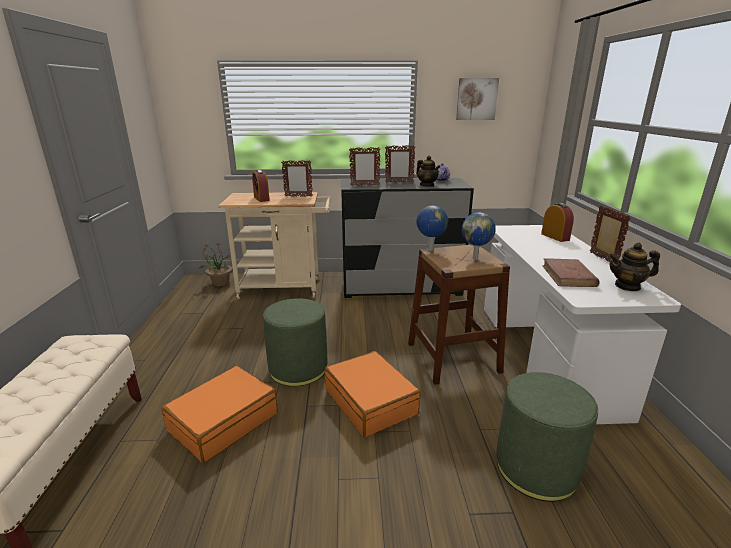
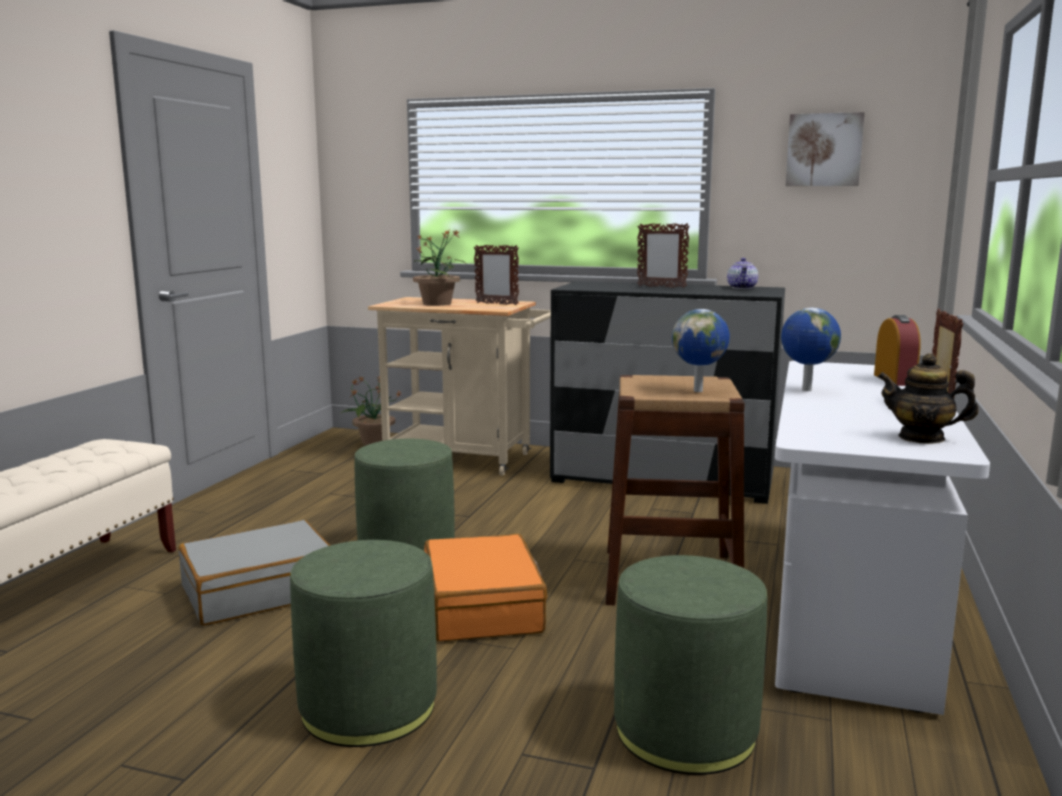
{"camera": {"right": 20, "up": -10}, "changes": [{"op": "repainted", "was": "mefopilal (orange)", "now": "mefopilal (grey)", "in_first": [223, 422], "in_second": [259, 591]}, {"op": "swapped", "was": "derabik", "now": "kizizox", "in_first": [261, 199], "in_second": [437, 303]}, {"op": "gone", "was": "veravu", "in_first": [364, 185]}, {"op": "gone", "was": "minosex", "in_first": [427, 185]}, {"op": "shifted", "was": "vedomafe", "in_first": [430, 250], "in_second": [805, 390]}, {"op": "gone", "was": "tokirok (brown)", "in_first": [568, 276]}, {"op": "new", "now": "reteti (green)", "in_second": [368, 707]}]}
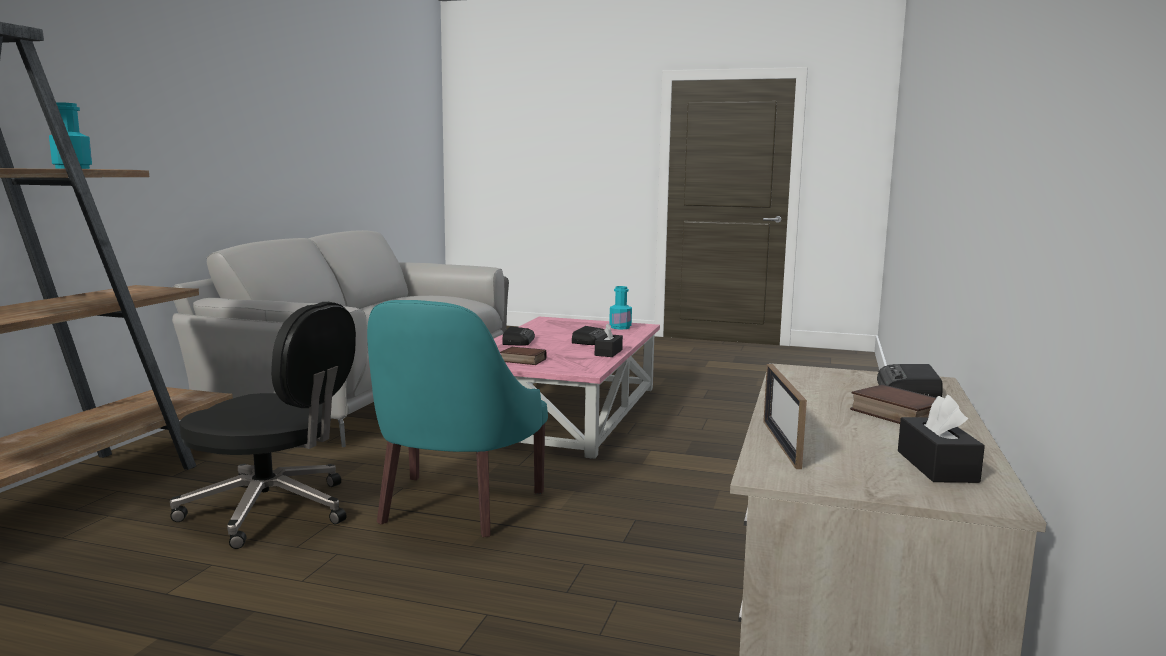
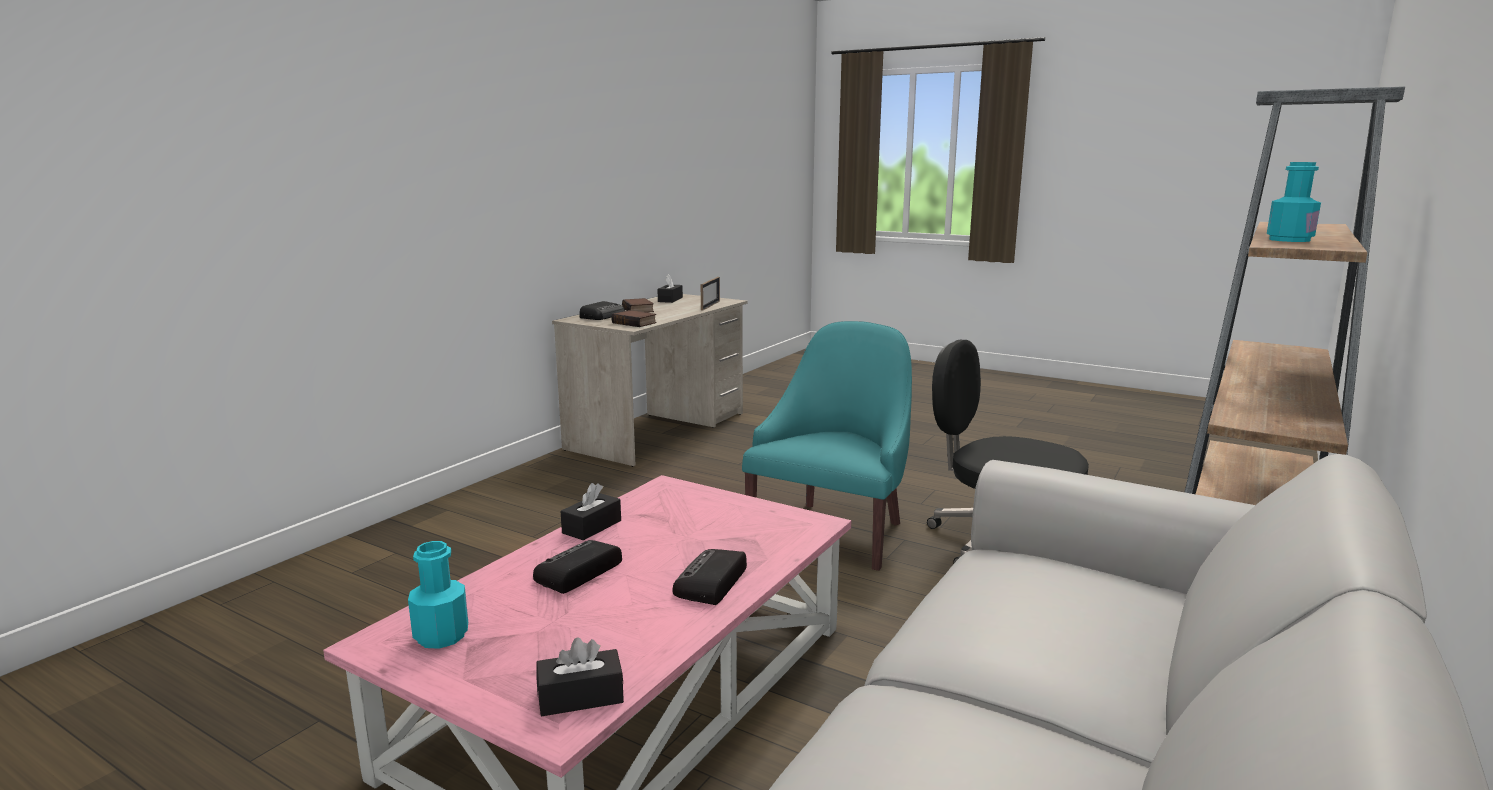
{"camera": {"right": -165, "up": 5}, "changes": [{"op": "shifted", "was": "tokirok", "in_first": [522, 360], "in_second": [635, 323]}, {"op": "new", "now": "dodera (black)", "in_second": [580, 697]}]}
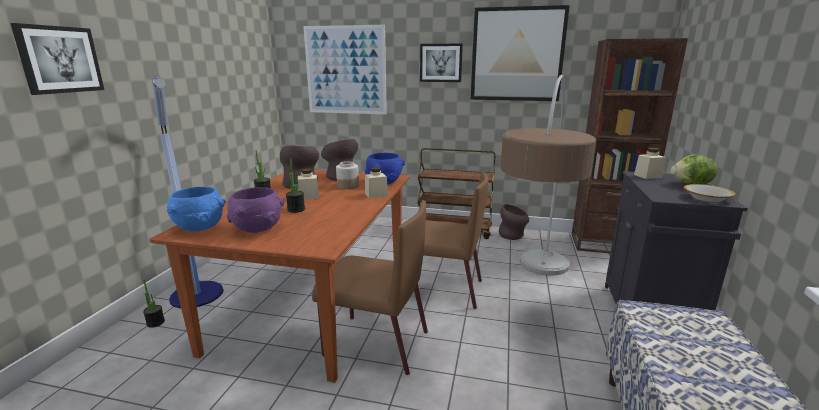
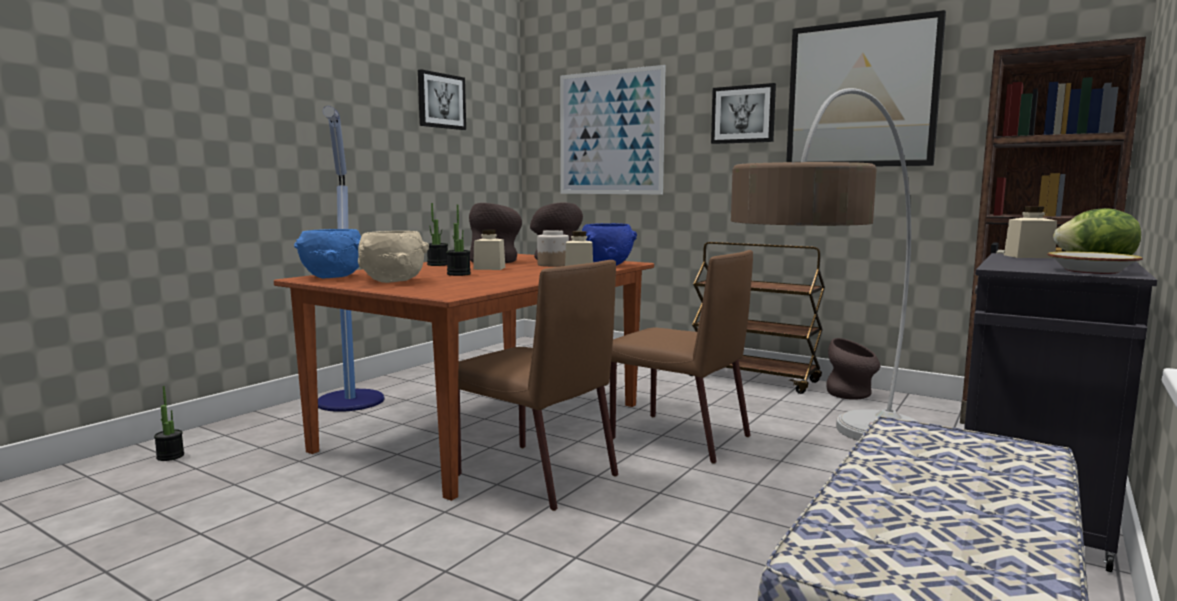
{"camera": {"right": 20, "up": -10}, "changes": [{"op": "shifted", "was": "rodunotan", "in_first": [59, 59], "in_second": [441, 101]}, {"op": "shifted", "was": "kizizox", "in_first": [155, 323], "in_second": [170, 456]}, {"op": "repainted", "was": "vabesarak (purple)", "now": "vabesarak (beige)", "in_first": [258, 229], "in_second": [393, 281]}]}
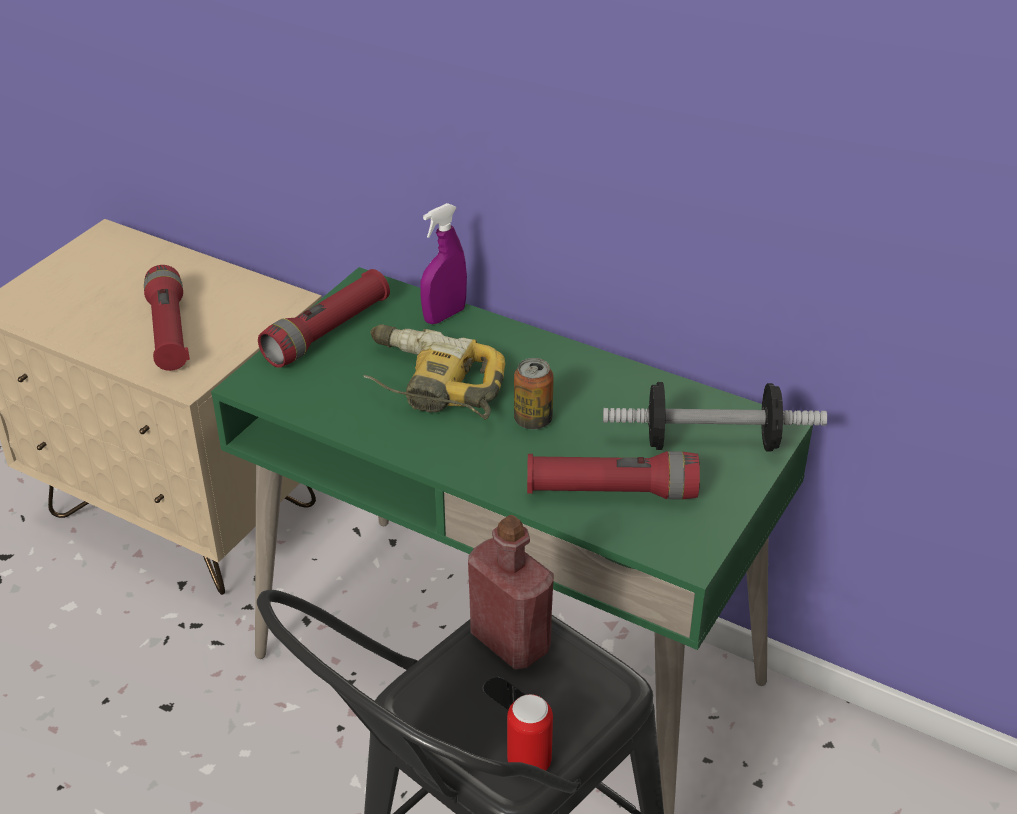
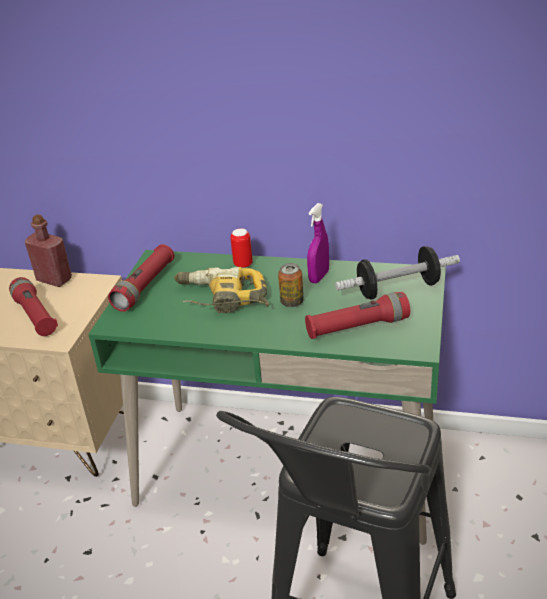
{"camera": {"right": -15, "up": -5}, "changes": [{"op": "shifted", "was": "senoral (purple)", "in_first": [444, 315], "in_second": [319, 277]}, {"op": "shifted", "was": "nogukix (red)", "in_first": [510, 641], "in_second": [54, 280]}, {"op": "shifted", "was": "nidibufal", "in_first": [529, 763], "in_second": [243, 264]}]}
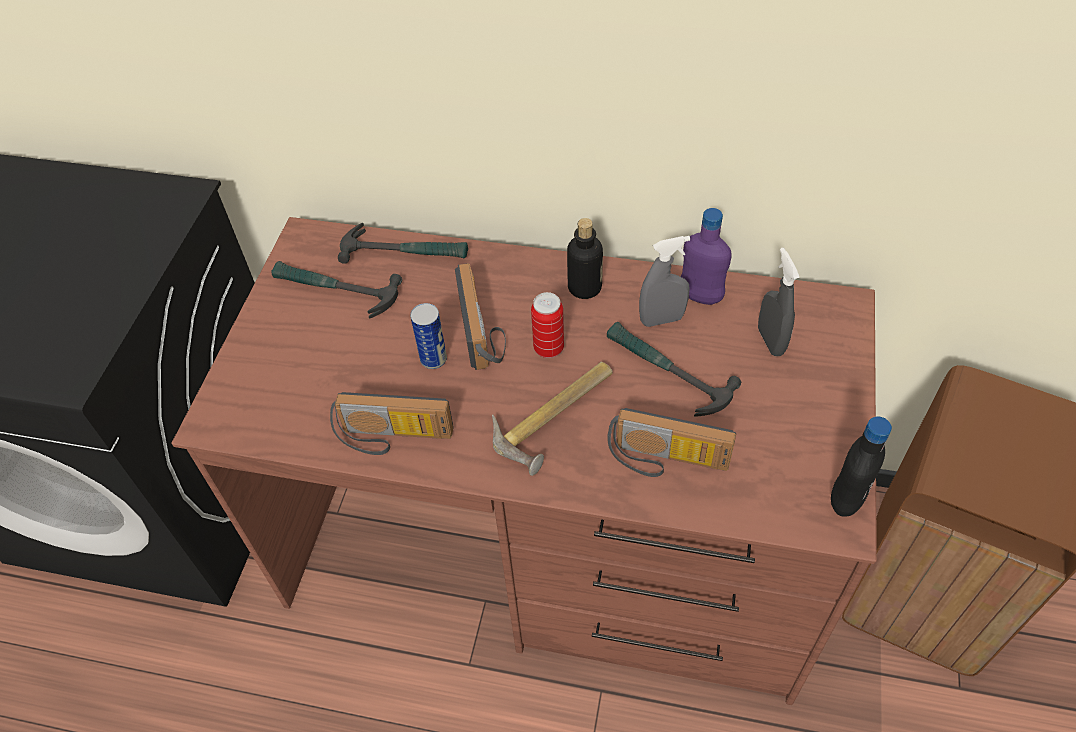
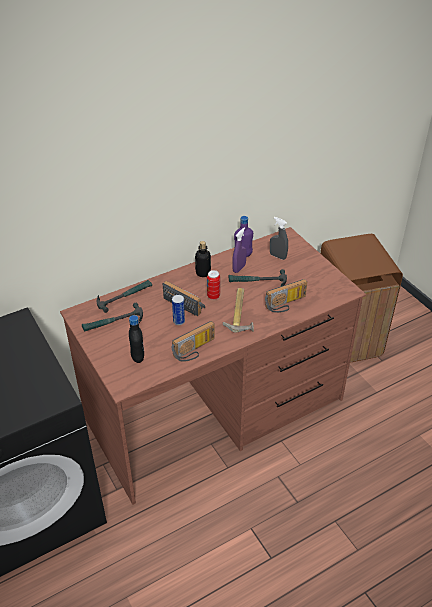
{"camera": {"right": -45, "up": -10}, "changes": [{"op": "repainted", "was": "senoral (grey)", "now": "senoral (purple)", "in_first": [662, 319], "in_second": [239, 268]}, {"op": "shifted", "was": "nogukix (black)", "in_first": [846, 499], "in_second": [137, 357]}]}
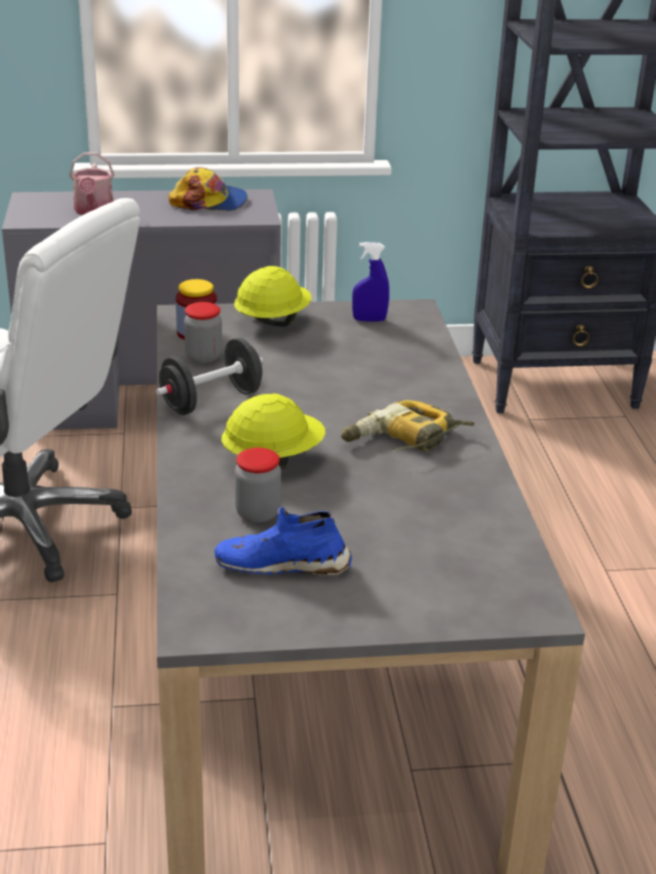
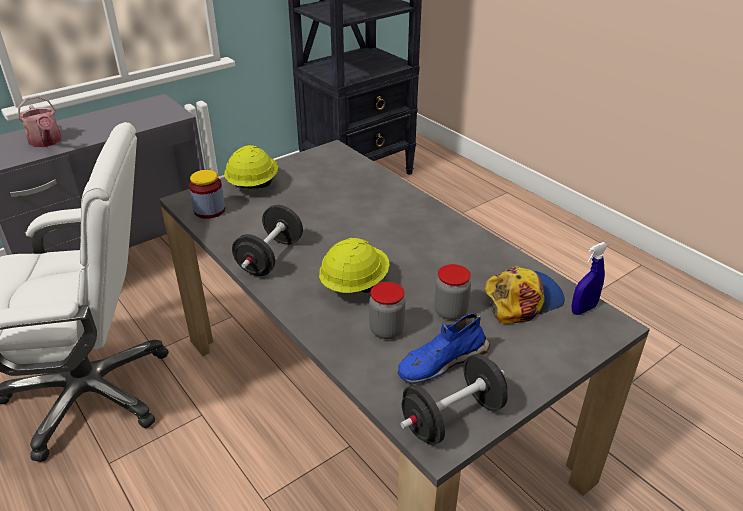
{"camera": {"right": -30, "up": 5}, "changes": [{"op": "shifted", "was": "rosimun", "in_first": [209, 201], "in_second": [522, 299]}, {"op": "shifted", "was": "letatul", "in_first": [203, 357], "in_second": [450, 311]}, {"op": "gone", "was": "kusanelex", "in_first": [404, 441]}, {"op": "shifted", "was": "senoral (blue)", "in_first": [369, 320], "in_second": [583, 309]}, {"op": "new", "now": "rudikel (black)", "in_second": [452, 418]}]}
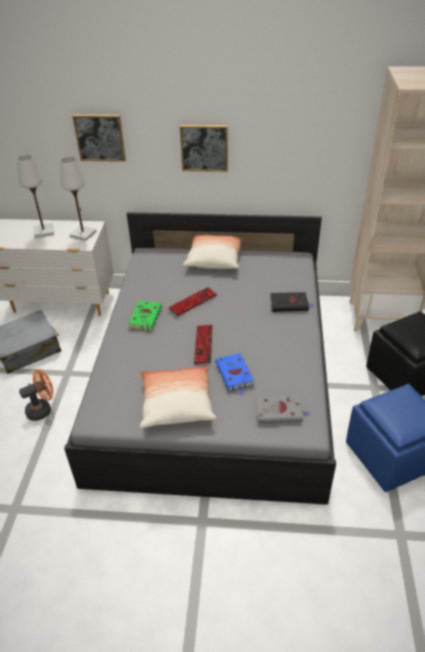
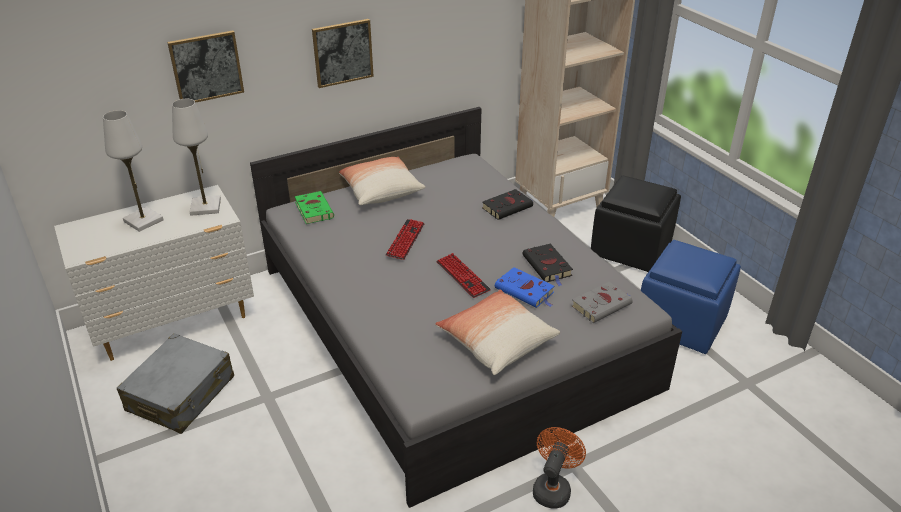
{"camera": {"right": -35, "up": -5}, "changes": [{"op": "shifted", "was": "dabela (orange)", "in_first": [42, 409], "in_second": [553, 488]}, {"op": "shifted", "was": "tokirok (green)", "in_first": [145, 317], "in_second": [313, 209]}, {"op": "new", "now": "tokirok (black)", "in_second": [548, 267]}]}
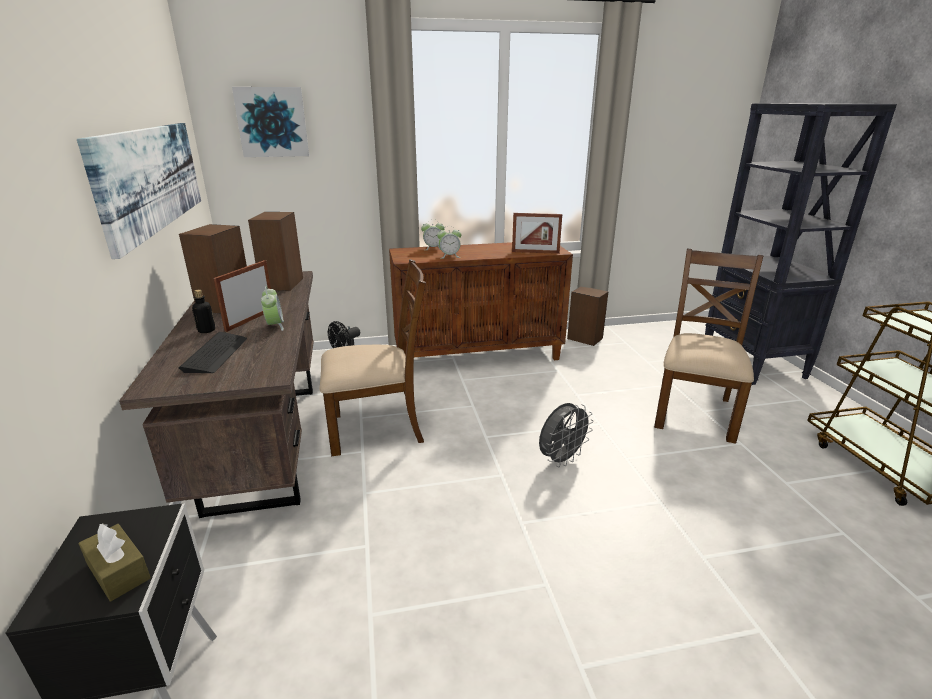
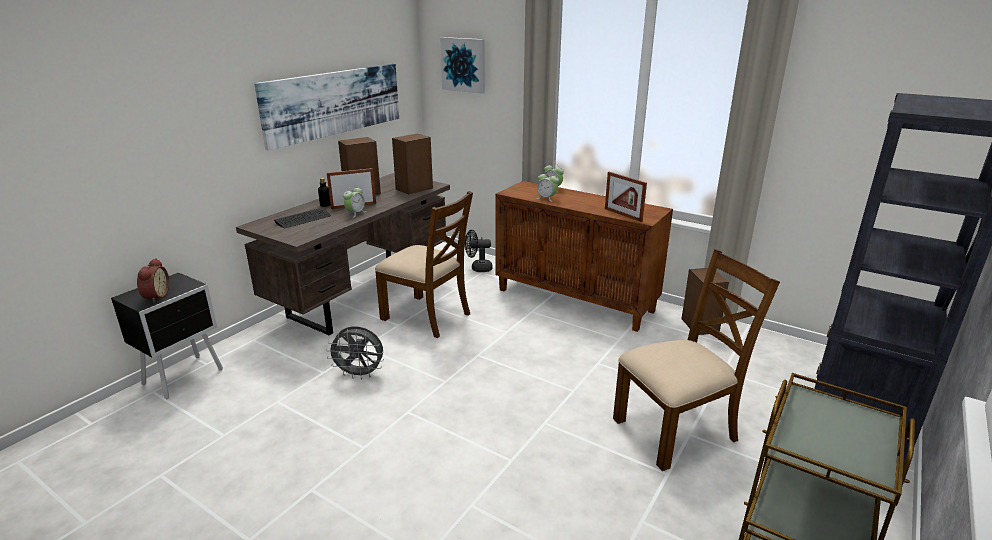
{"camera": {"right": 45, "up": 0}, "changes": [{"op": "swapped", "was": "dodera (brown)", "now": "derabik", "in_first": [118, 571], "in_second": [155, 296]}, {"op": "shifted", "was": "dabela (grey)", "in_first": [561, 459], "in_second": [360, 374]}]}
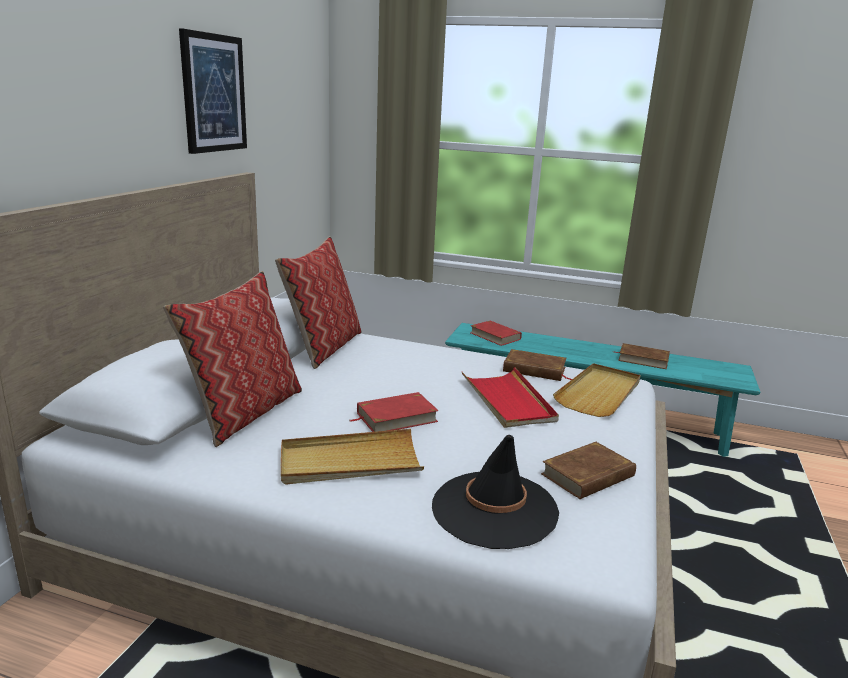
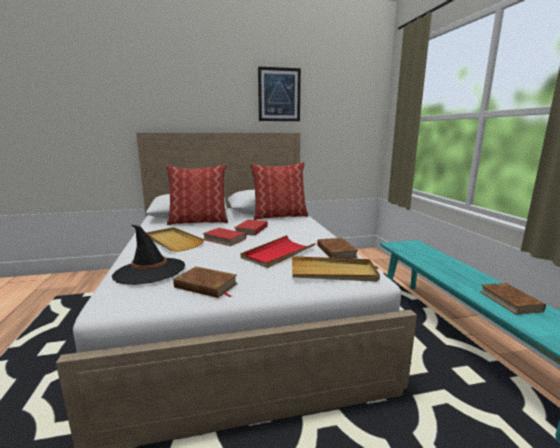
{"camera": {"right": 60, "up": -5}, "changes": [{"op": "shifted", "was": "tokirok (red)", "in_first": [495, 336], "in_second": [251, 230]}]}
